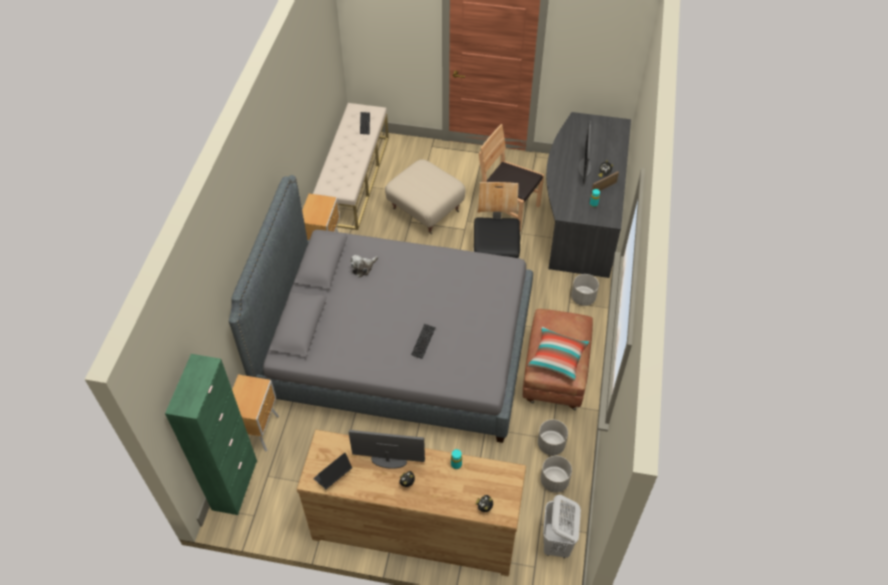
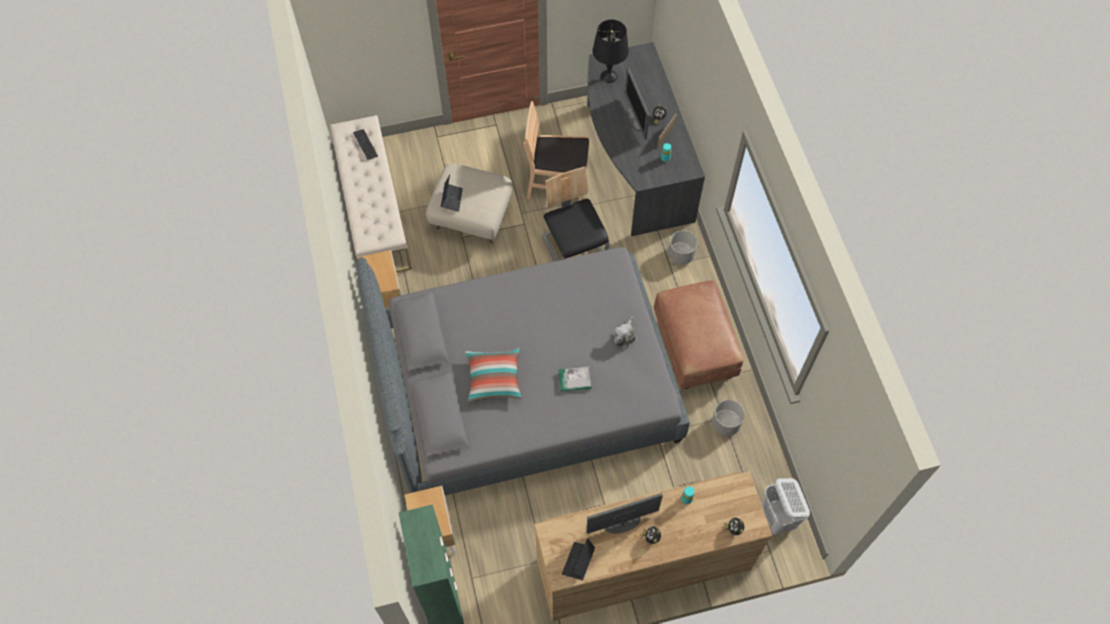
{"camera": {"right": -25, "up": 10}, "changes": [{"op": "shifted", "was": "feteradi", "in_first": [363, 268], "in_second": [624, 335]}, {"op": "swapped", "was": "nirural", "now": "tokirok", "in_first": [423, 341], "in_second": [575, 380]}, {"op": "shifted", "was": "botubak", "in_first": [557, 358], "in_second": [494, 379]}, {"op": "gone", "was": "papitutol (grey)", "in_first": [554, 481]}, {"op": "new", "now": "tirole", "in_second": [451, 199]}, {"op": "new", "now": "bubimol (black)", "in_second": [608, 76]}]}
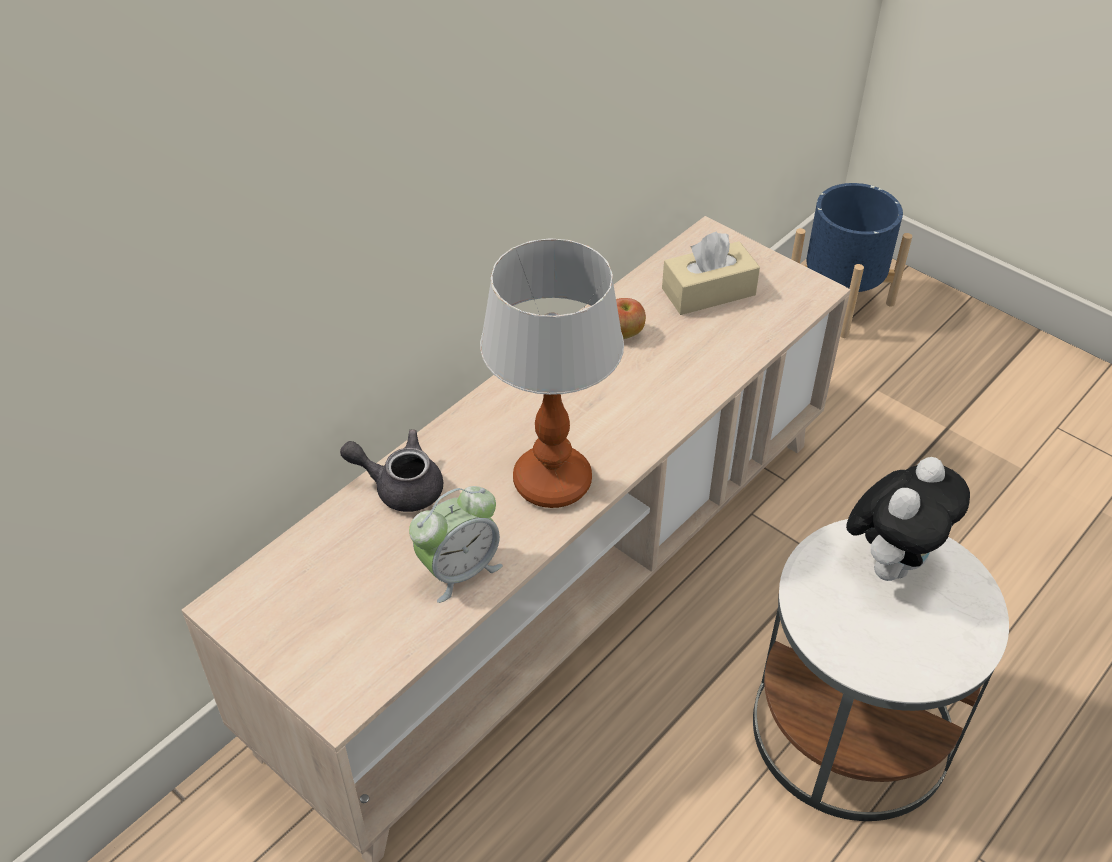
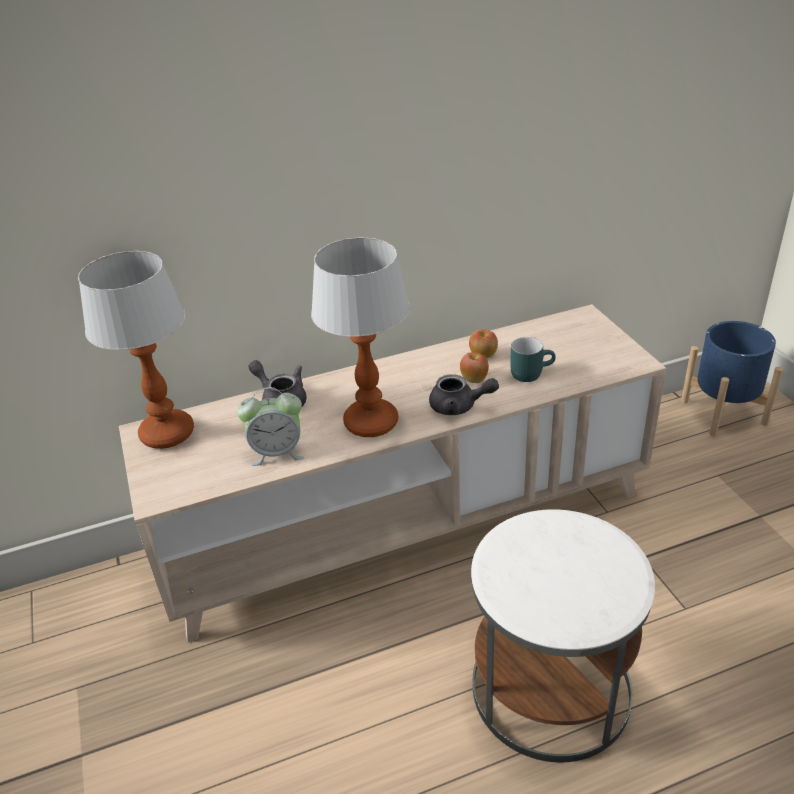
{"camera": {"right": 30, "up": -10}, "changes": [{"op": "gone", "was": "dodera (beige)", "in_first": [708, 292]}, {"op": "gone", "was": "feteradi", "in_first": [892, 561]}, {"op": "new", "now": "bubimol", "in_second": [167, 434]}, {"op": "new", "now": "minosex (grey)", "in_second": [459, 406]}, {"op": "new", "now": "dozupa", "in_second": [474, 379]}, {"op": "new", "now": "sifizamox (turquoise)", "in_second": [530, 372]}]}
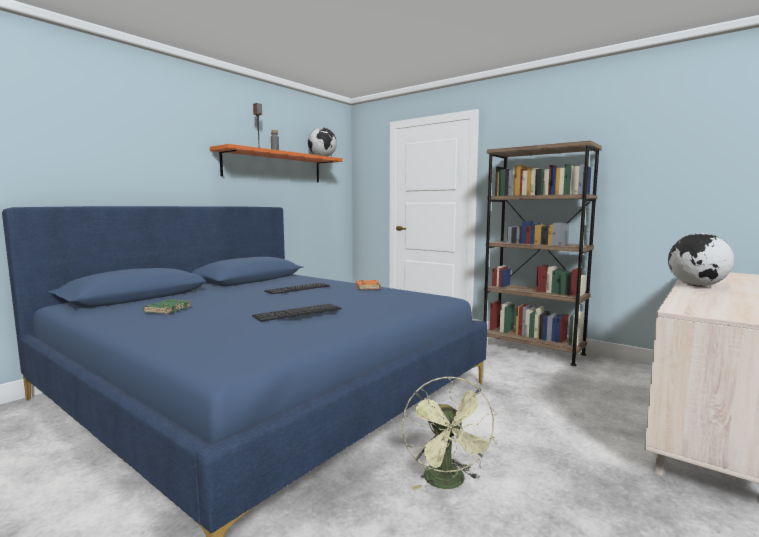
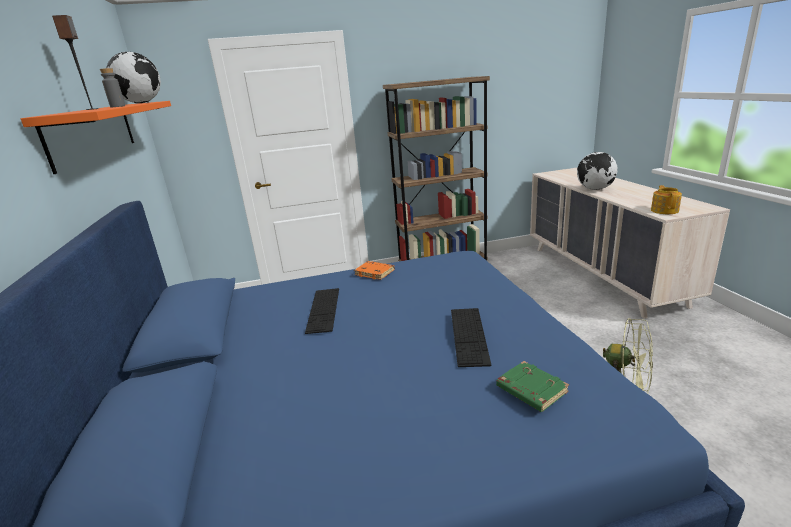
{"camera": {"right": -50, "up": 15}, "changes": [{"op": "shifted", "was": "tokirok (green)", "in_first": [167, 309], "in_second": [530, 390]}, {"op": "new", "now": "minosex", "in_second": [664, 210]}]}
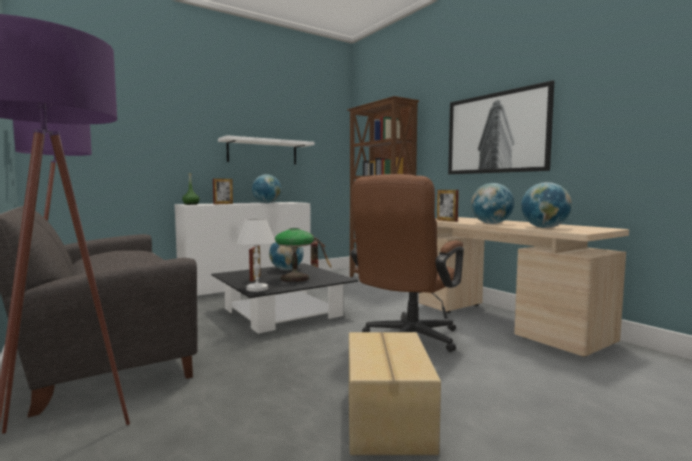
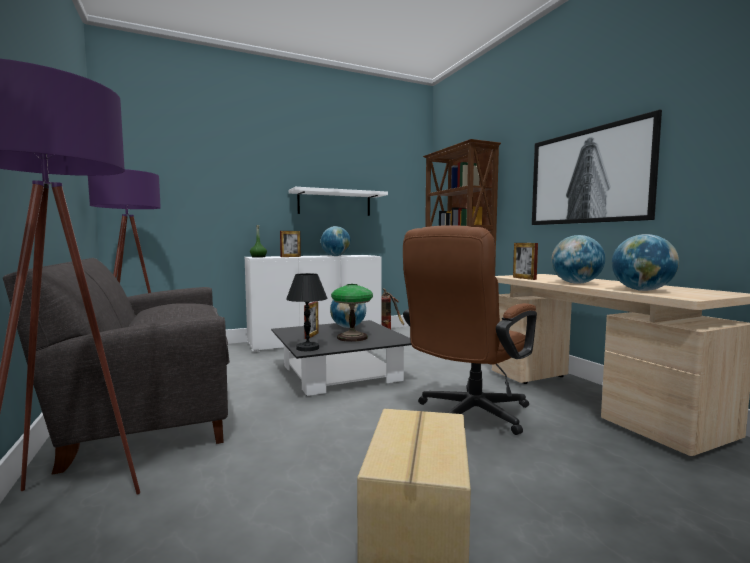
{"camera": {"right": 10, "up": 0}, "changes": [{"op": "repainted", "was": "bubimol (white)", "now": "bubimol (black)", "in_first": [257, 289], "in_second": [307, 348]}]}
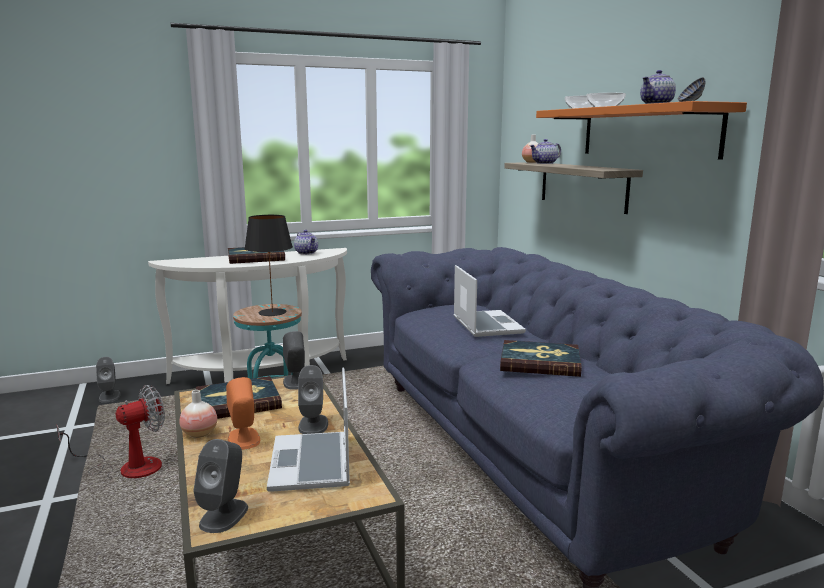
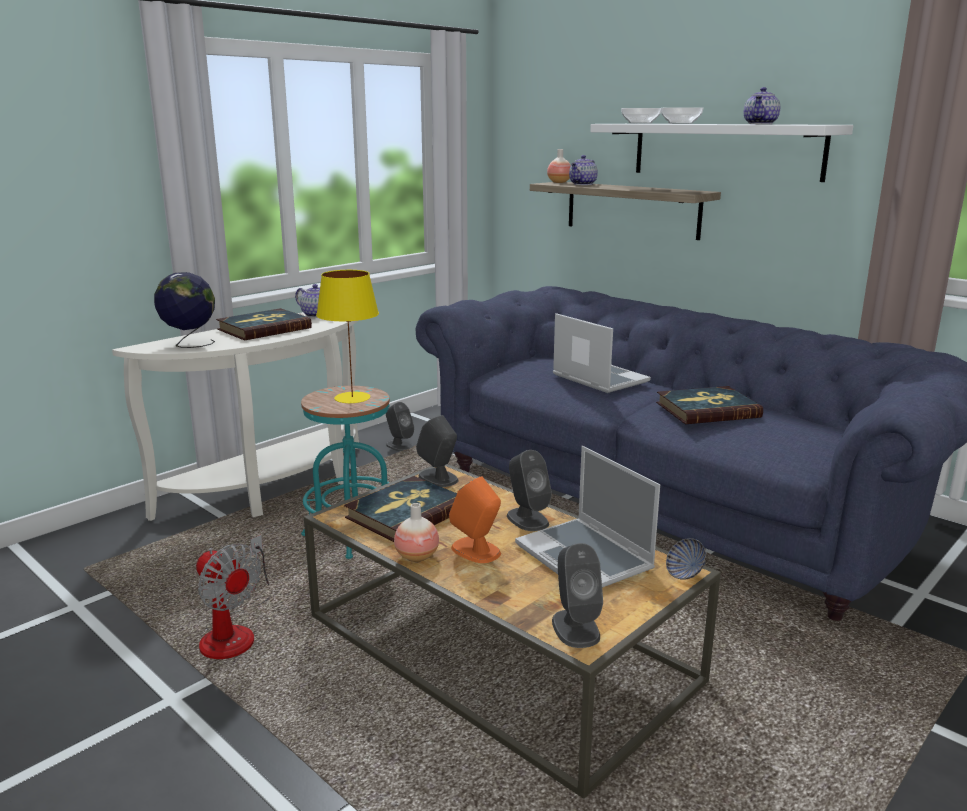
{"camera": {"right": -25, "up": 5}, "changes": [{"op": "rotated", "was": "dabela", "in_first": [128, 467], "in_second": [234, 632], "clockwise": 105}, {"op": "shifted", "was": "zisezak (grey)", "in_first": [109, 396], "in_second": [399, 446]}, {"op": "repainted", "was": "bubimol (black)", "now": "bubimol (yellow)", "in_first": [272, 312], "in_second": [352, 397]}, {"op": "repainted", "was": "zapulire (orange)", "now": "zapulire (white)", "in_first": [647, 132], "in_second": [725, 150]}, {"op": "shifted", "was": "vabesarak", "in_first": [690, 102], "in_second": [684, 573]}, {"op": "new", "now": "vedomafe", "in_second": [190, 344]}]}
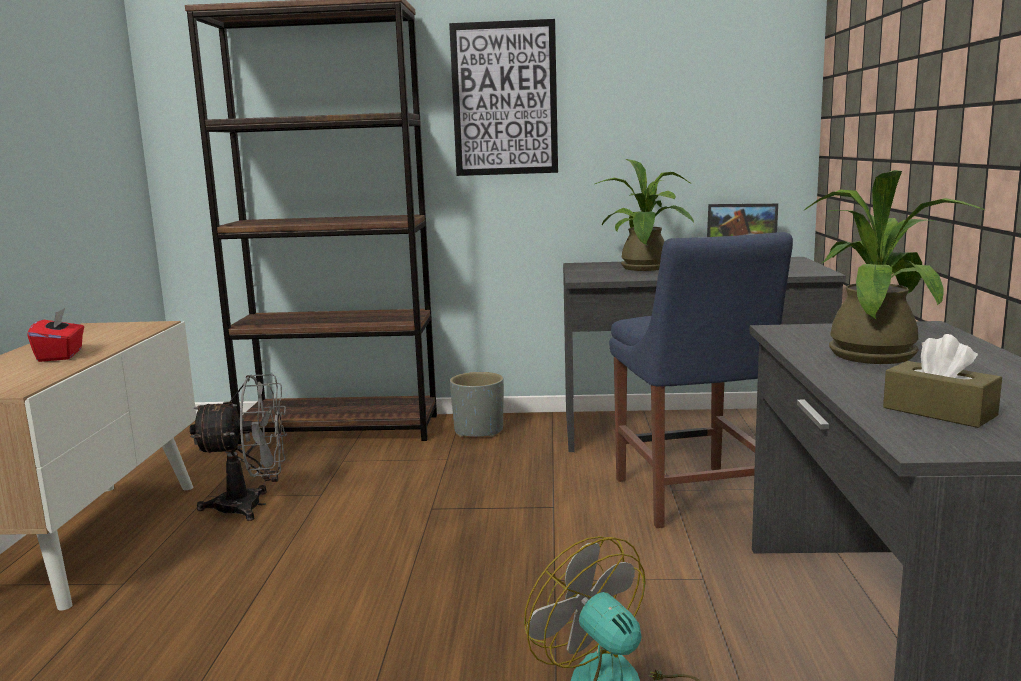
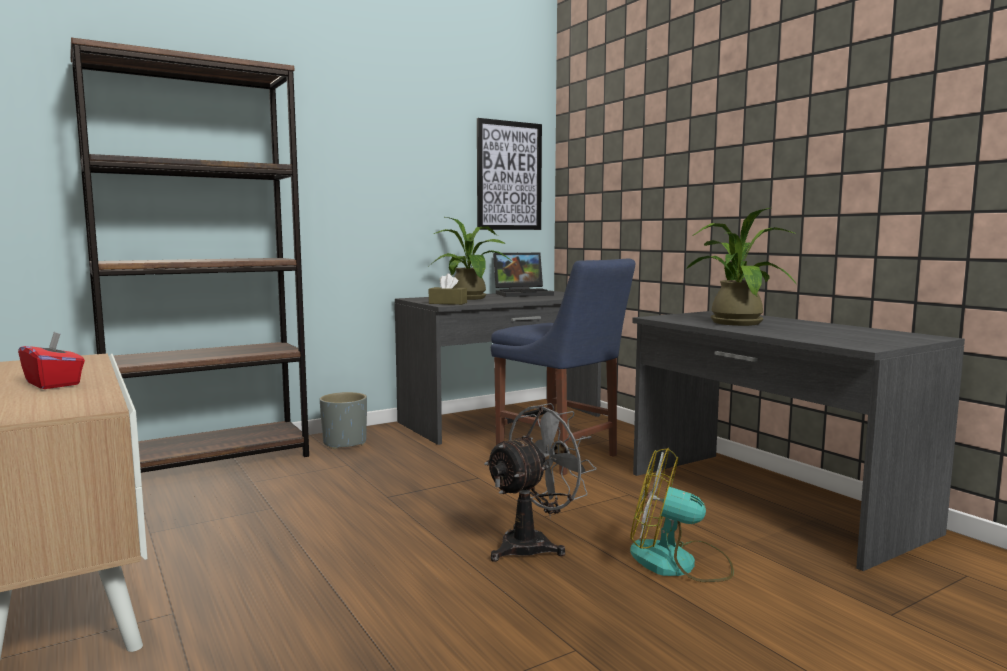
{"camera": {"right": -35, "up": -5}, "changes": [{"op": "shifted", "was": "dabela (grey)", "in_first": [251, 506], "in_second": [534, 544]}, {"op": "shifted", "was": "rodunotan", "in_first": [504, 99], "in_second": [509, 176]}, {"op": "shifted", "was": "dodera (brown)", "in_first": [939, 412], "in_second": [448, 303]}]}
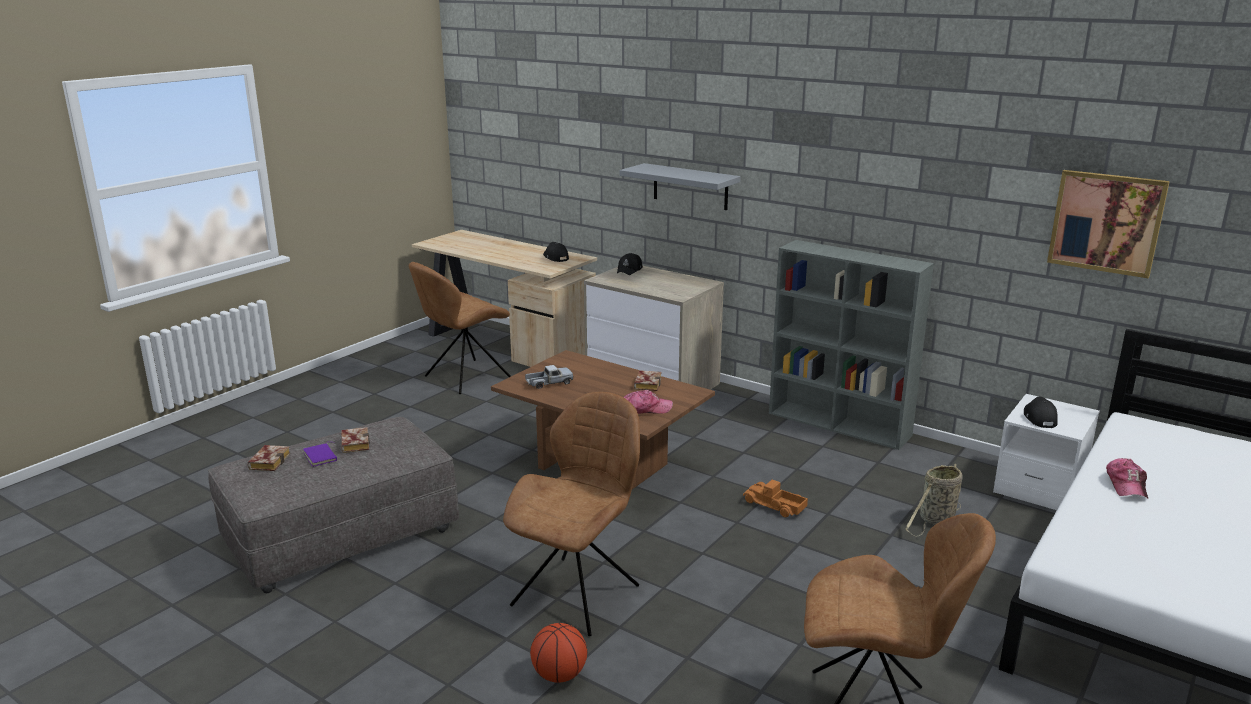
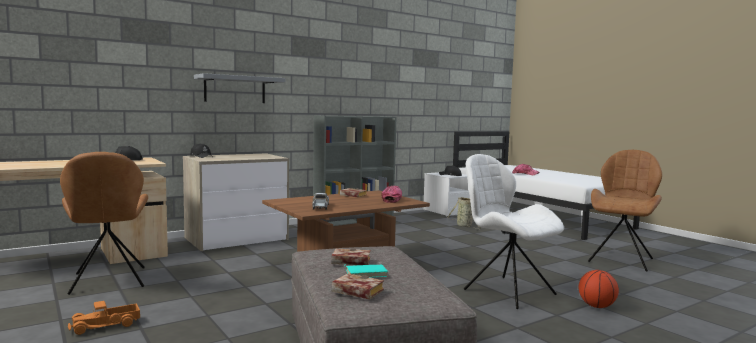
{"camera": {"right": -70, "up": -15}, "changes": [{"op": "repainted", "was": "tokirok (purple)", "now": "tokirok (turquoise)", "in_first": [321, 456], "in_second": [366, 273]}, {"op": "repainted", "was": "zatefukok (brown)", "now": "zatefukok (white)", "in_first": [578, 593], "in_second": [506, 291]}, {"op": "shifted", "was": "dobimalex", "in_first": [774, 506], "in_second": [106, 326]}, {"op": "gone", "was": "rodunotan", "in_first": [1106, 222]}]}
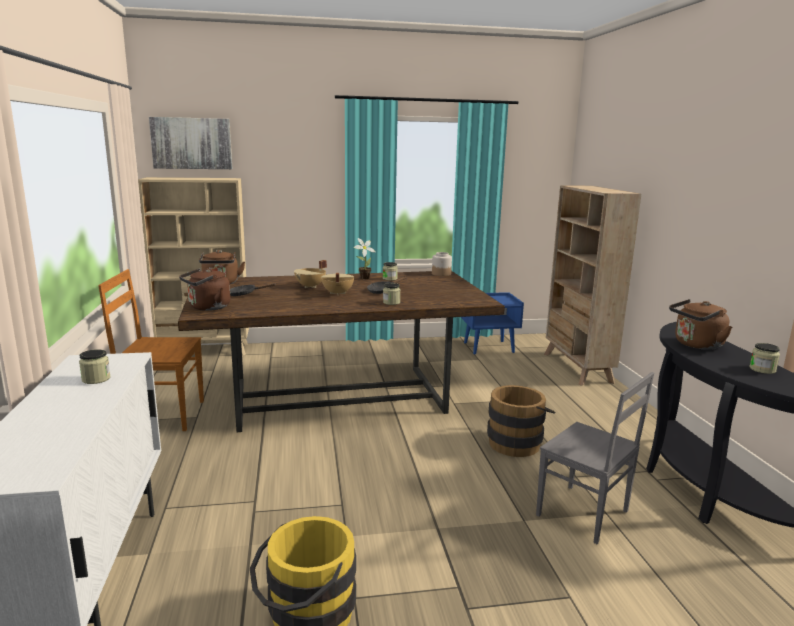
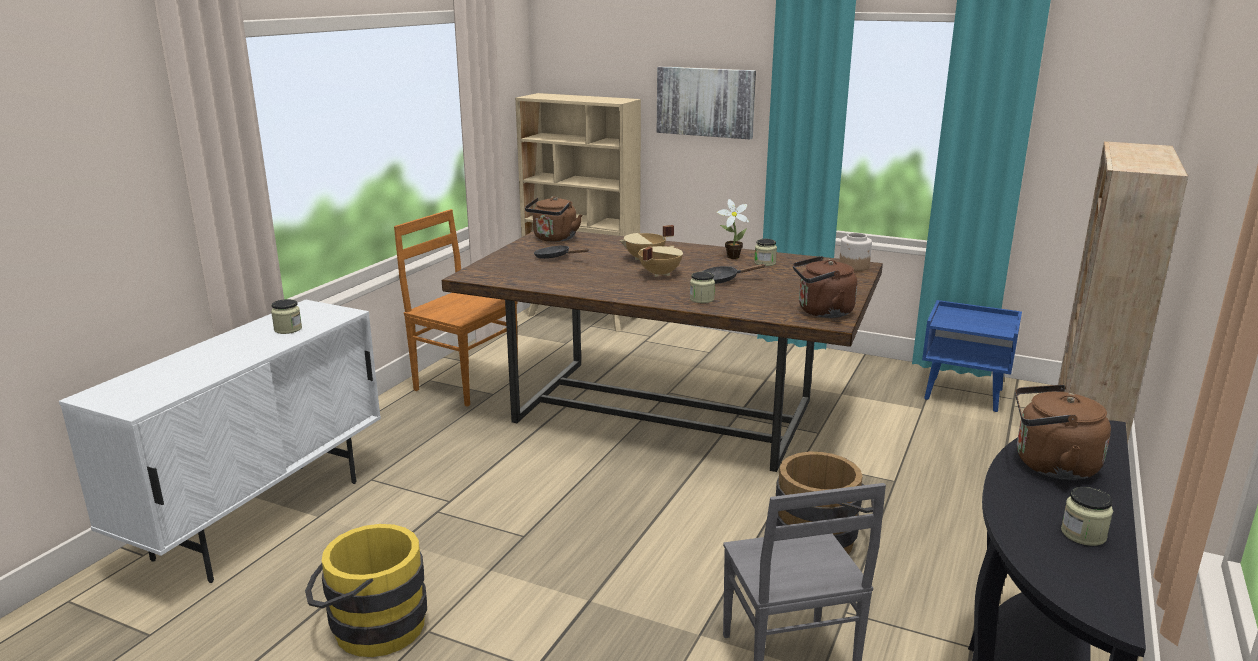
{"camera": {"right": 35, "up": 5}, "changes": [{"op": "shifted", "was": "rodunotan", "in_first": [192, 143], "in_second": [705, 102]}, {"op": "shifted", "was": "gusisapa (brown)", "in_first": [207, 308], "in_second": [822, 312]}]}
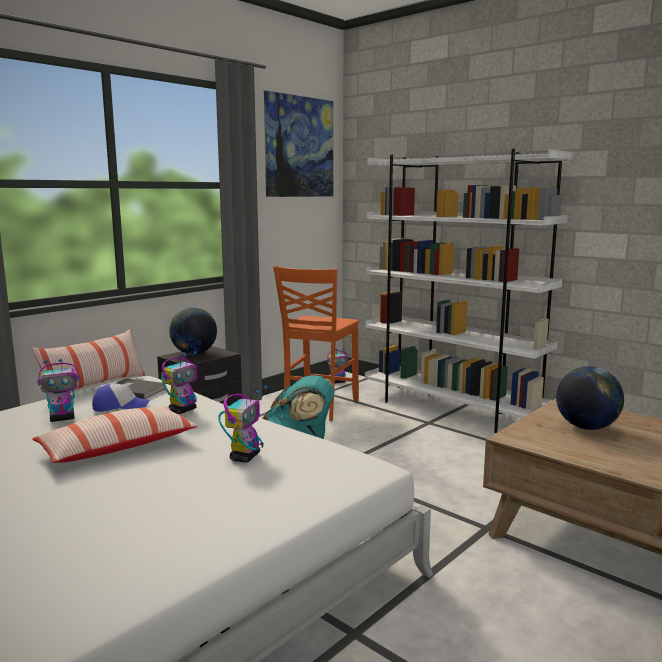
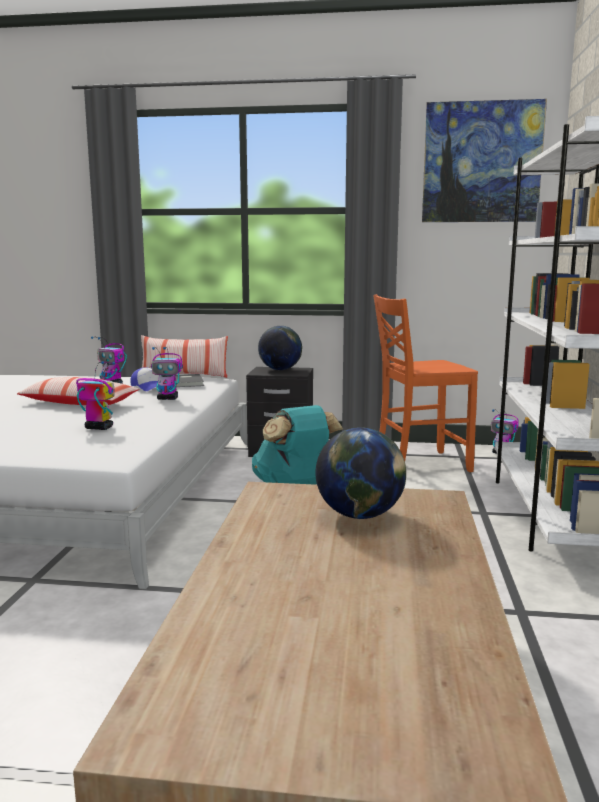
{"camera": {"right": 55, "up": 0}, "changes": [{"op": "rotated", "was": "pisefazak", "in_first": [245, 457], "in_second": [98, 428], "clockwise": -150}]}
